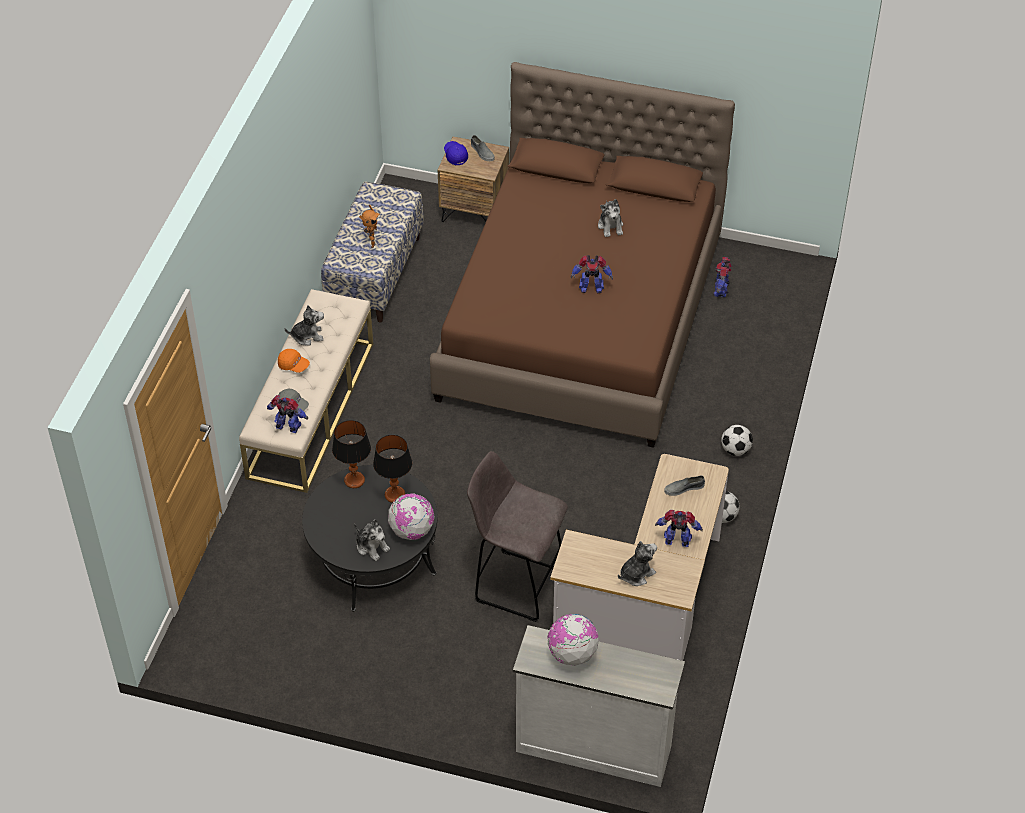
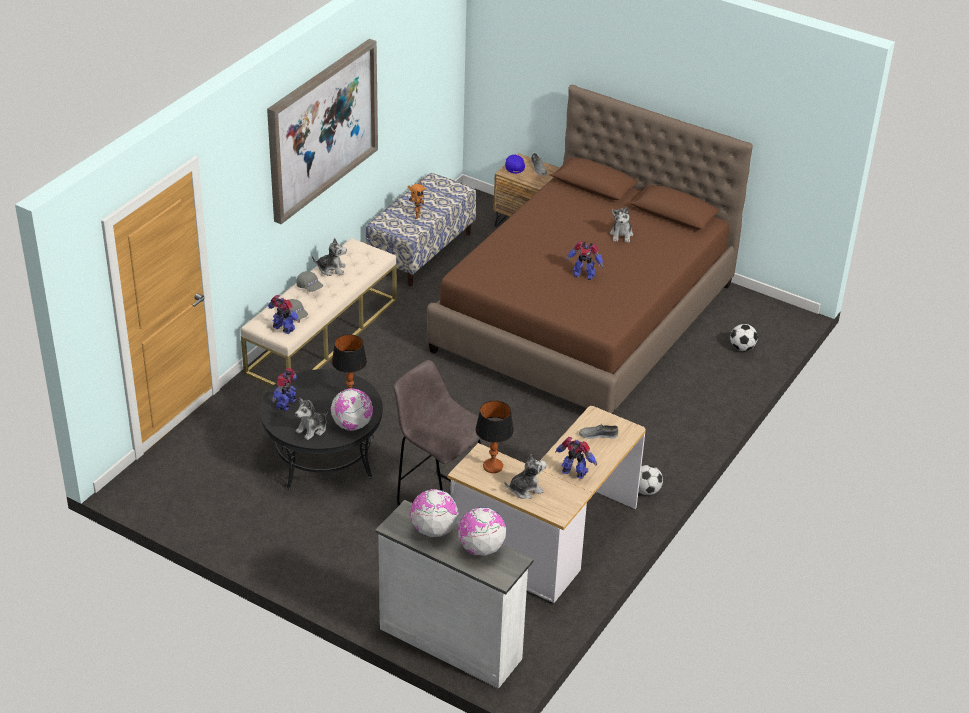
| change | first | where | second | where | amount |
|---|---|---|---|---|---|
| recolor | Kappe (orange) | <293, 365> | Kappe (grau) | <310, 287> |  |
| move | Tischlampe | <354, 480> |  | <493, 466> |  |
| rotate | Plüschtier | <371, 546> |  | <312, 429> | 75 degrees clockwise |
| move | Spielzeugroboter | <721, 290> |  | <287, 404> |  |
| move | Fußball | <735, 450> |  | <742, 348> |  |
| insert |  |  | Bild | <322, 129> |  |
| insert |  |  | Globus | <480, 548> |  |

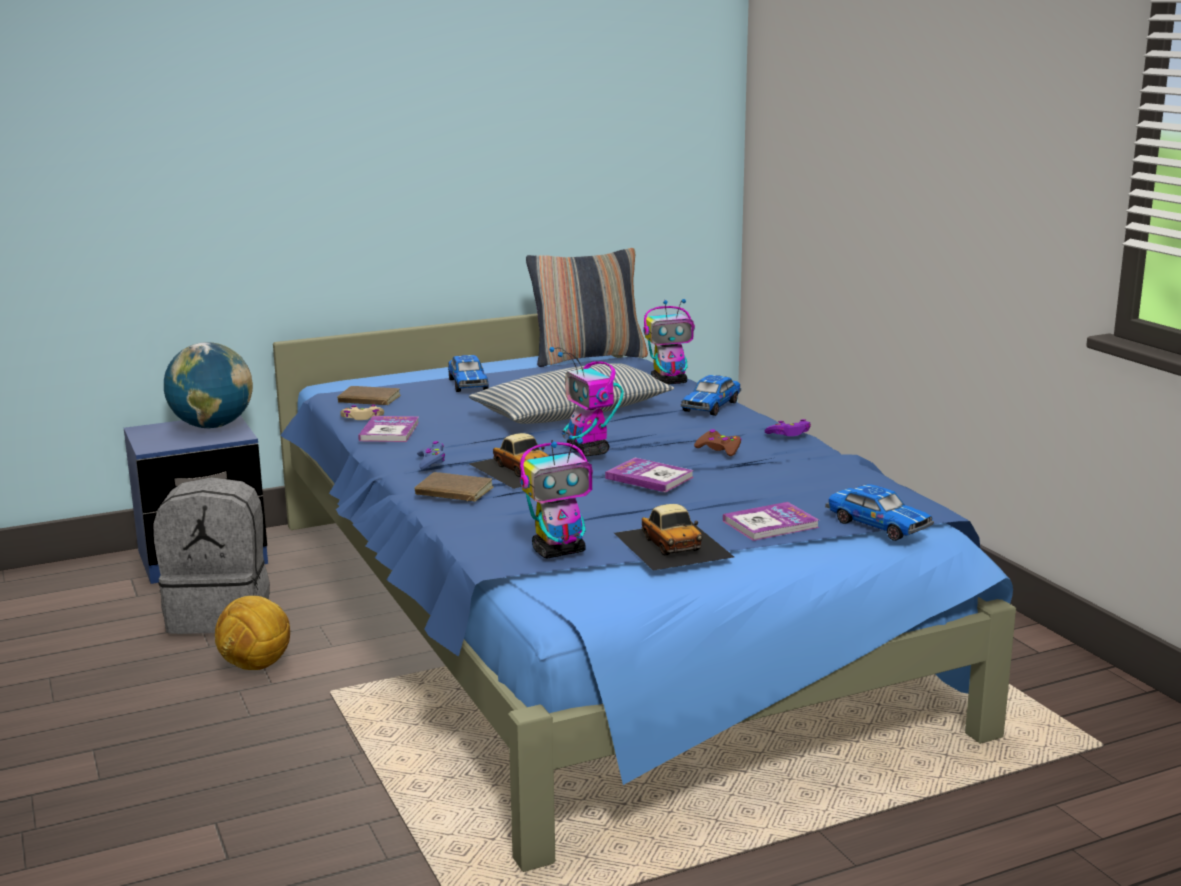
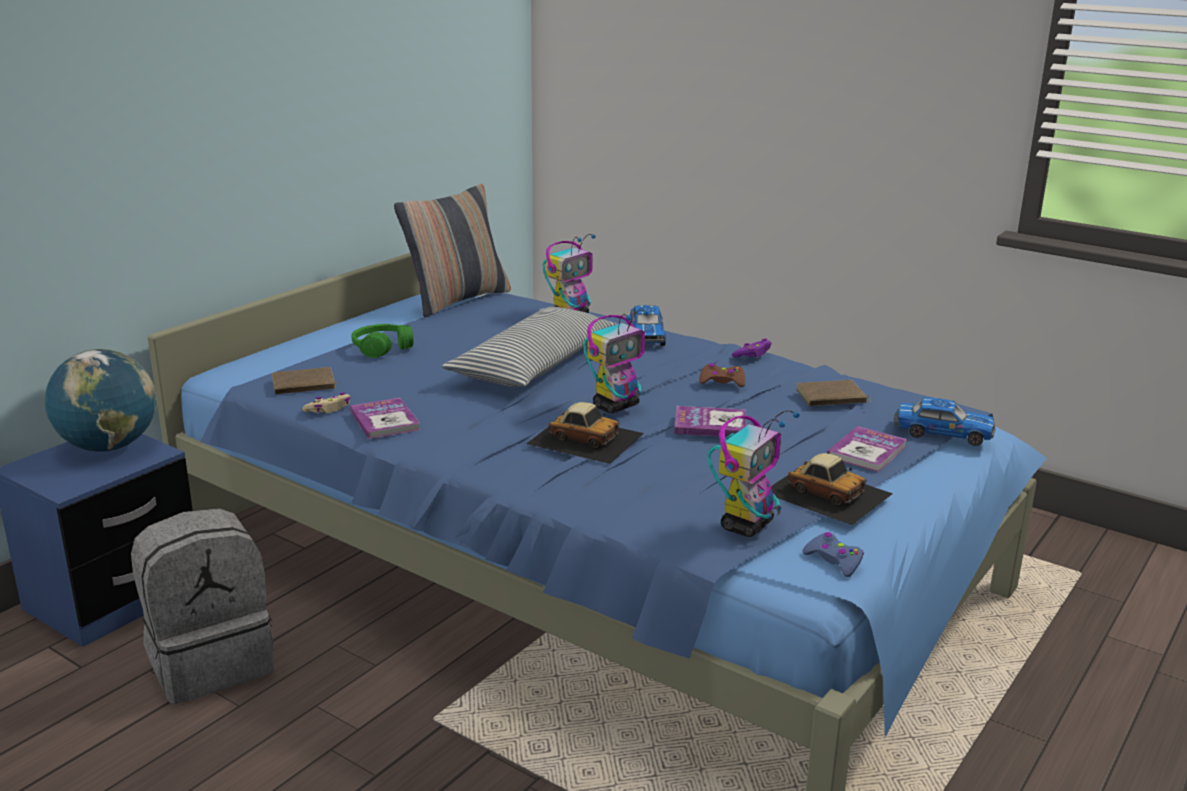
| change | first | where | second | where | amount |
|---|---|---|---|---|---|
| delete | Fußball | <256, 666> |  |  |  |
| move | Buch (braun) | <453, 492> |  | <831, 398> |  |
| move | Gamepad (blau) | <431, 462> |  | <834, 561> |  |
| replace | Spielzeugauto | <468, 384> | Kopfhörer (grün) | <382, 348> |  |
| rotate | Spielzeugroboter | <588, 451> |  | <616, 406> | 75 degrees counterclockwise |

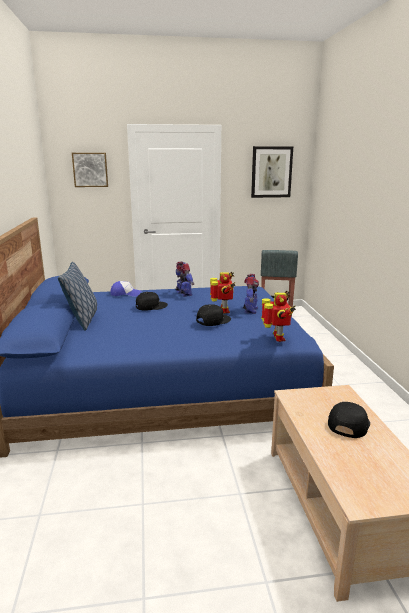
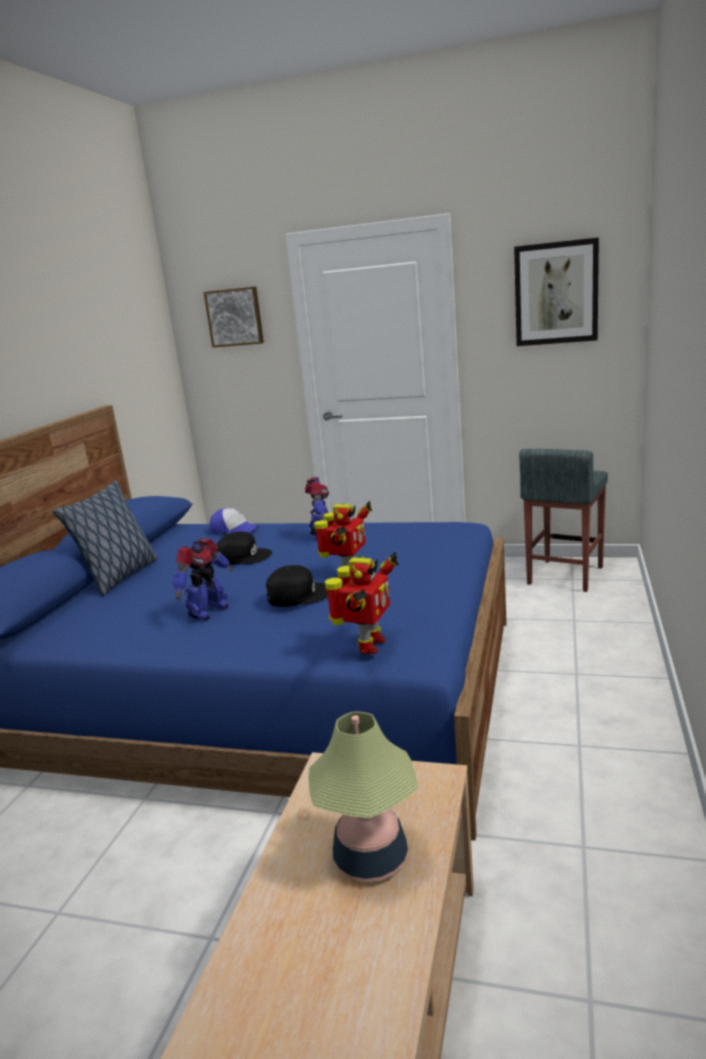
| change | first | where | second | where | amount |
|---|---|---|---|---|---|
| move | Spielzeugroboter | <250, 310> |  | <207, 611> |  |
| replace | Kappe (schwarz) | <348, 423> | Tischlampe | <371, 858> |  |

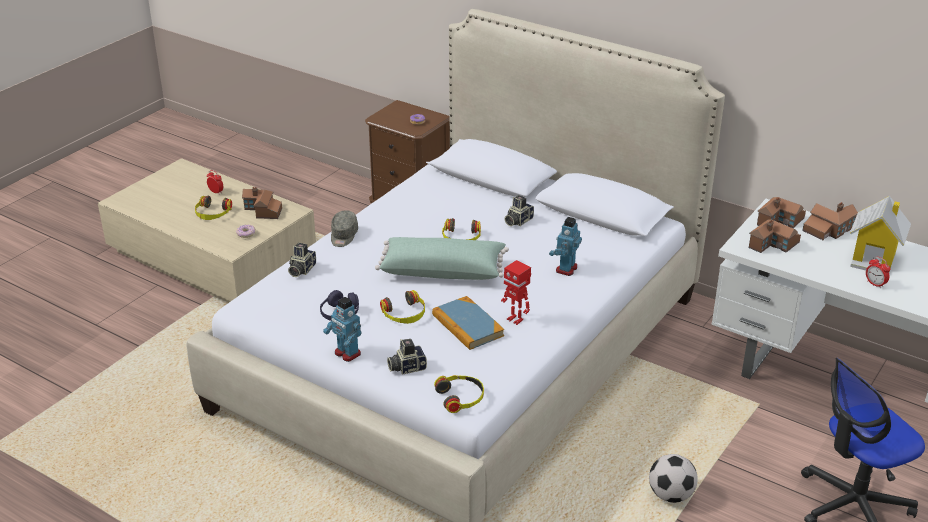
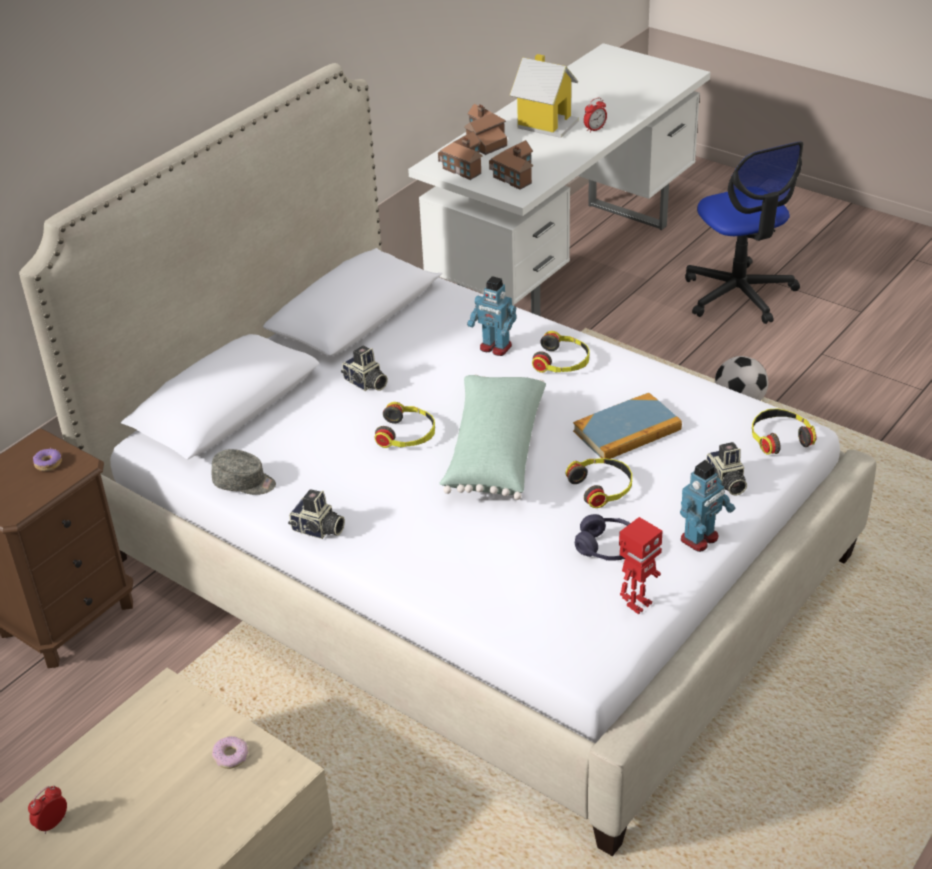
| change | first | where | second | where | amount |
|---|---|---|---|---|---|
| move | Kopfhörer | <212, 213> |  | <562, 361> |  |
| delete | Spielzeughaus | <262, 211> |  |  |  |
| move | Kamera | <301, 270> |  | <318, 530> |  |
| move | Kappe (grau) | <343, 236> |  | <244, 483> |  |
| move | Spielzeugroboter | <515, 319> |  | <637, 604> |  |

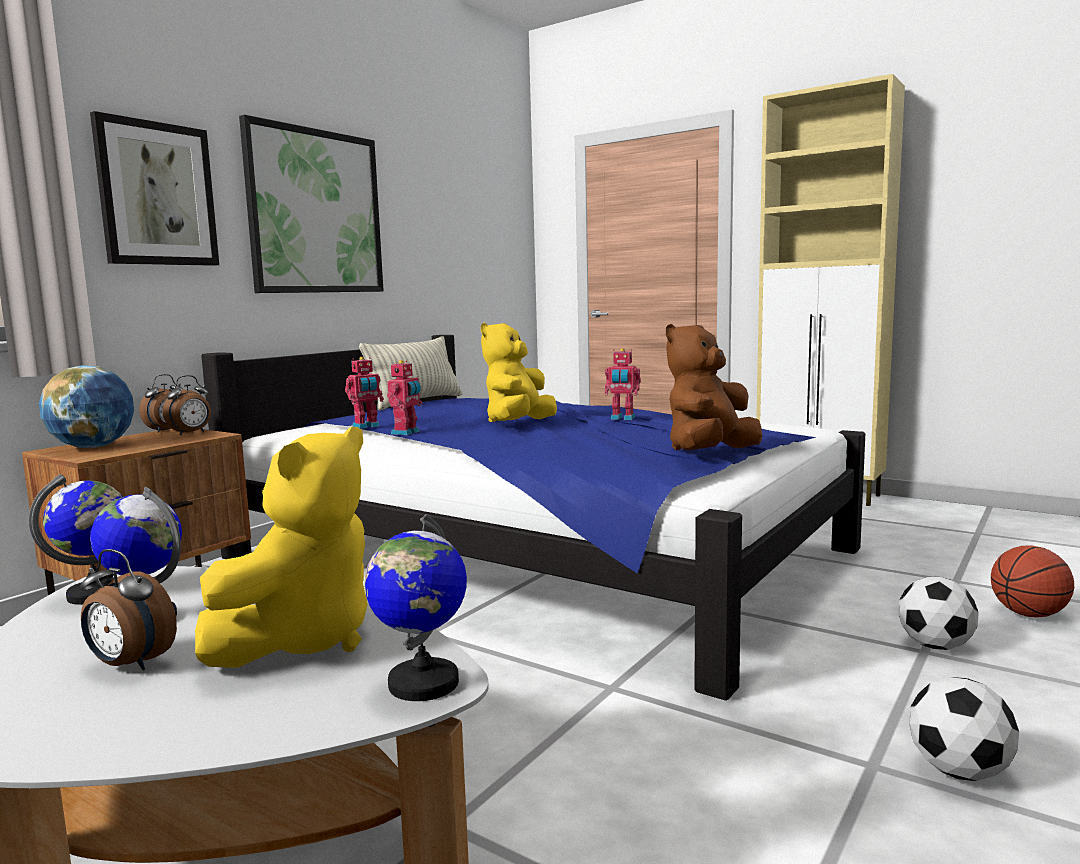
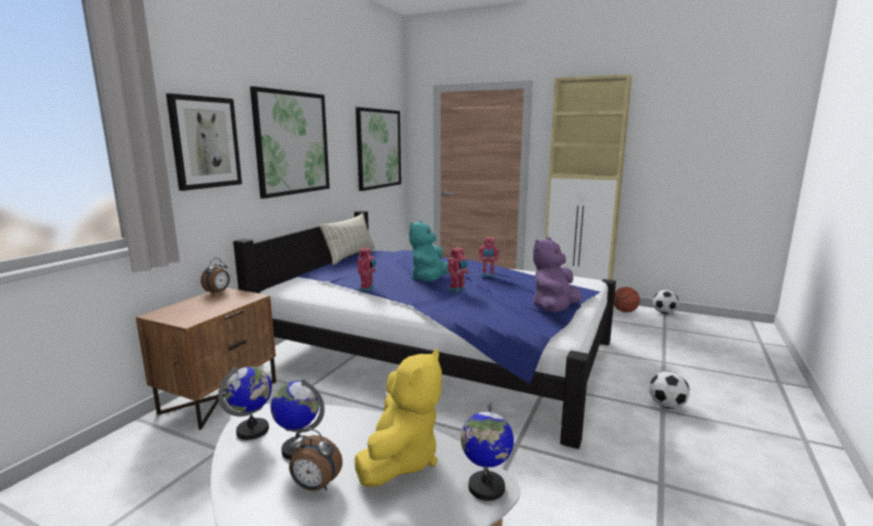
| change | first | where | second | where | amount |
|---|---|---|---|---|---|
| delete | Globus | <93, 447> |  |  |  |
| delete | Wecker | <191, 433> |  |  |  |
| move | Spielzeugroboter | <366, 426> |  | <458, 289> |  |
| recolor | Plüschtier (gelb) | <518, 424> | Plüschtier (türkis) | <430, 280> |  |
| recolor | Plüschtier (braun) | <709, 454> | Plüschtier (lila) | <554, 309> |  |
| move | Fußball | <959, 771> |  | <664, 312> |  |
| move | Basketball | <1028, 614> |  | <624, 311> |  |
| insert |  |  | Bild | <378, 149> |  |

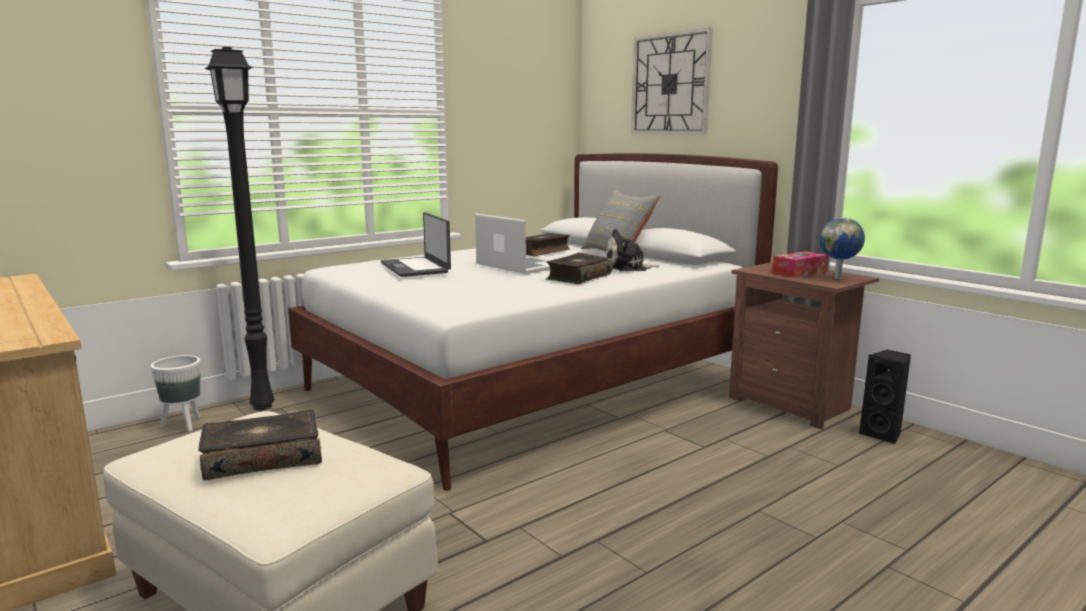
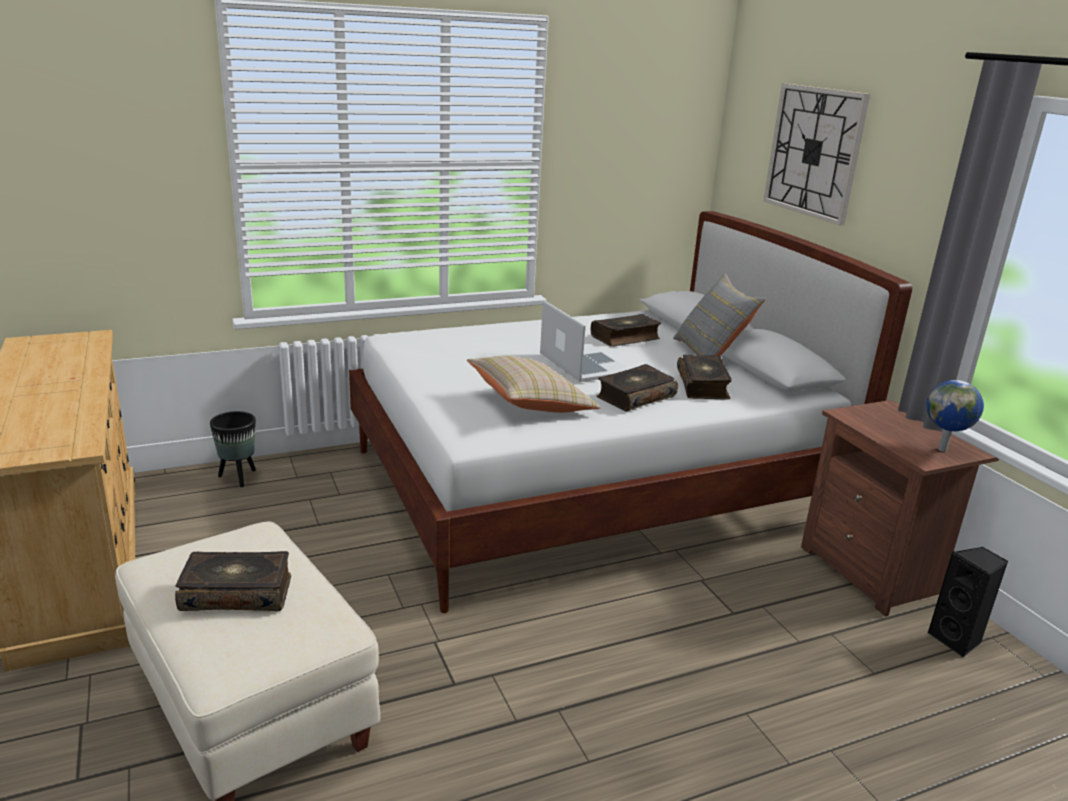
| change | first | where | second | where | amount |
|---|---|---|---|---|---|
| recolor | Pflanzkübel (weiß) | <183, 425> | Pflanzkübel (schwarz) | <238, 477> |  |
| delete | Stehlampe (schwarz) | <263, 406> |  |  |  |
| delete | Laptop | <416, 267> |  |  |  |
| replace | Plüschtier | <627, 268> | Buch | <703, 385> |  |
| delete | Taschentuchbox | <799, 272> |  |  |  |
| insert |  |  | Kissen (beige) | <530, 404> |  |

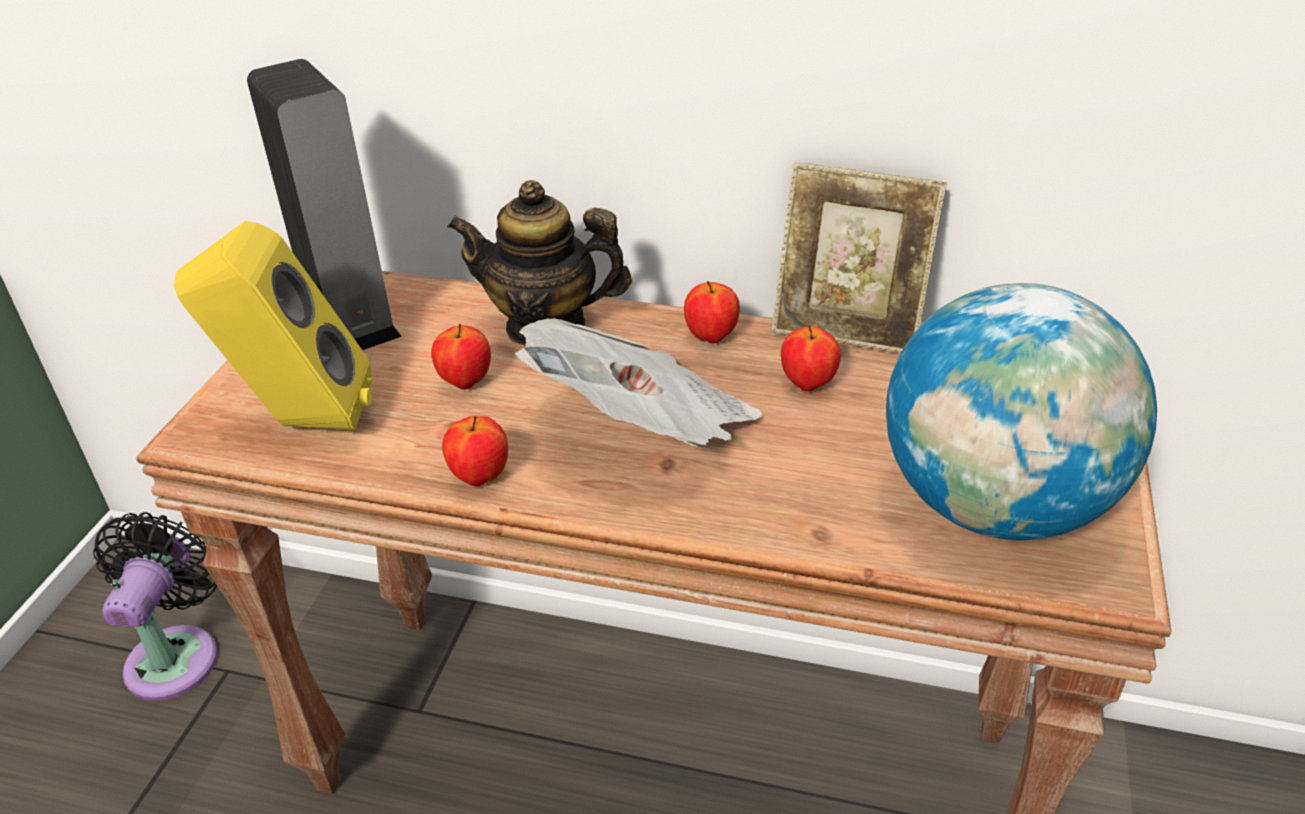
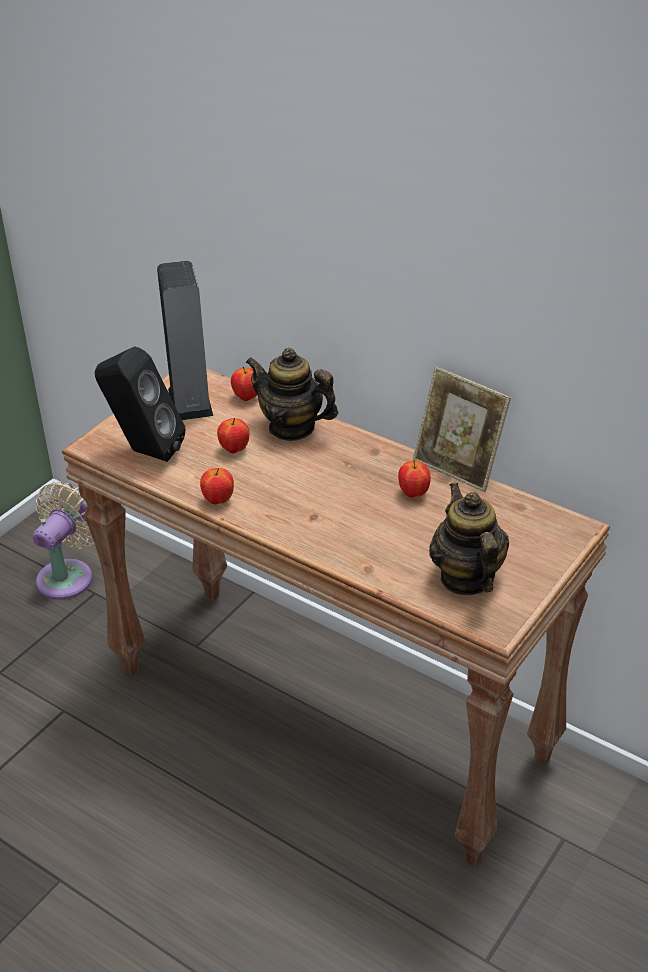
| change | first | where | second | where | amount |
|---|---|---|---|---|---|
| recolor | Ventilator (schwarz) | <176, 654> | Ventilator (beige) | <69, 576> |  |
| recolor | Lautsprecher (gelb) | <300, 423> | Lautsprecher (schwarz) | <144, 451> |  |
| delete | Zeitung | <645, 430> |  |  |  |
| move | Apfel | <711, 337> |  | <247, 397> |  |
| replace | Globus | <994, 504> | Teekanne | <466, 578> |  |

